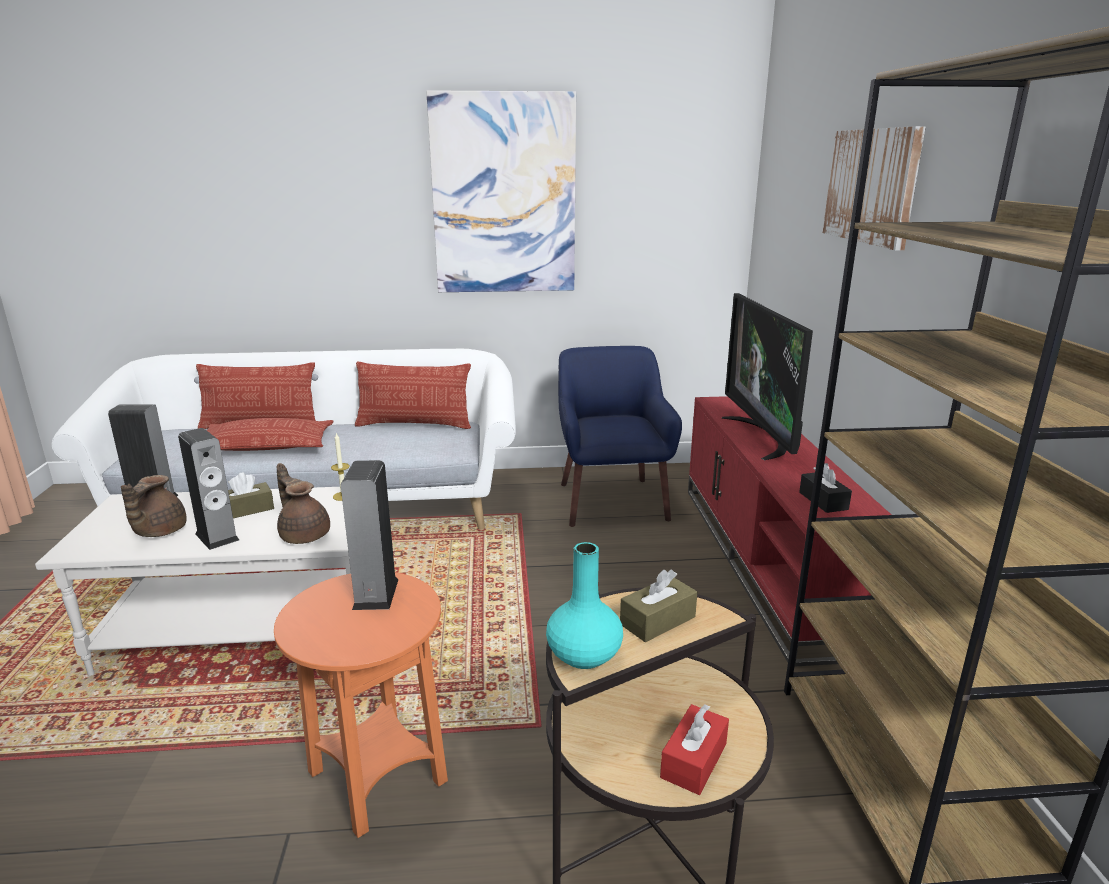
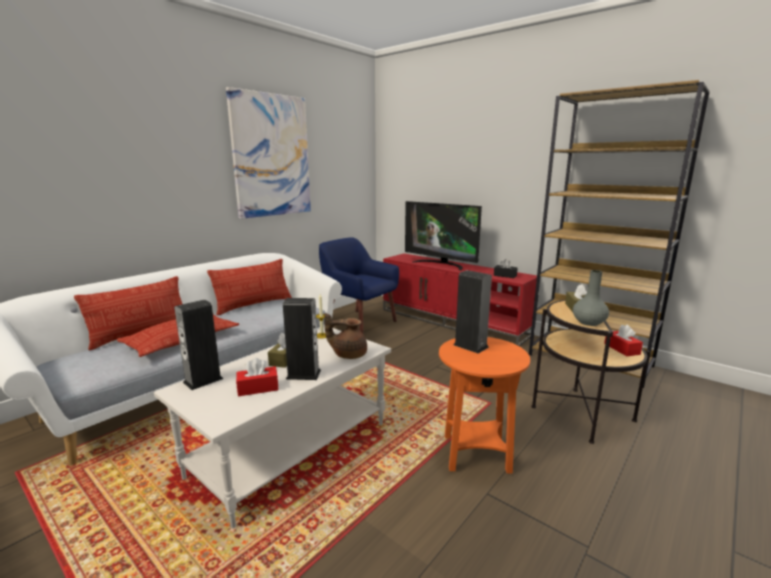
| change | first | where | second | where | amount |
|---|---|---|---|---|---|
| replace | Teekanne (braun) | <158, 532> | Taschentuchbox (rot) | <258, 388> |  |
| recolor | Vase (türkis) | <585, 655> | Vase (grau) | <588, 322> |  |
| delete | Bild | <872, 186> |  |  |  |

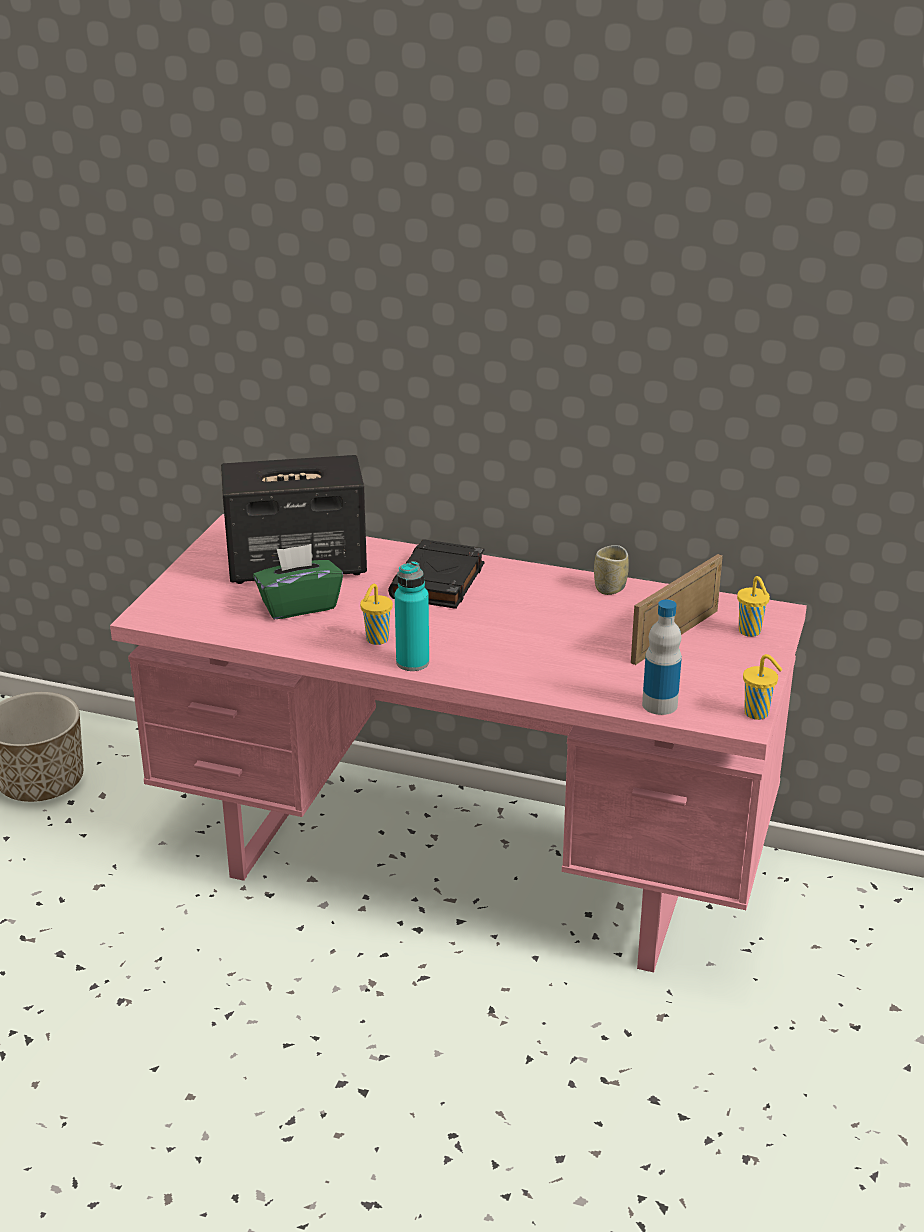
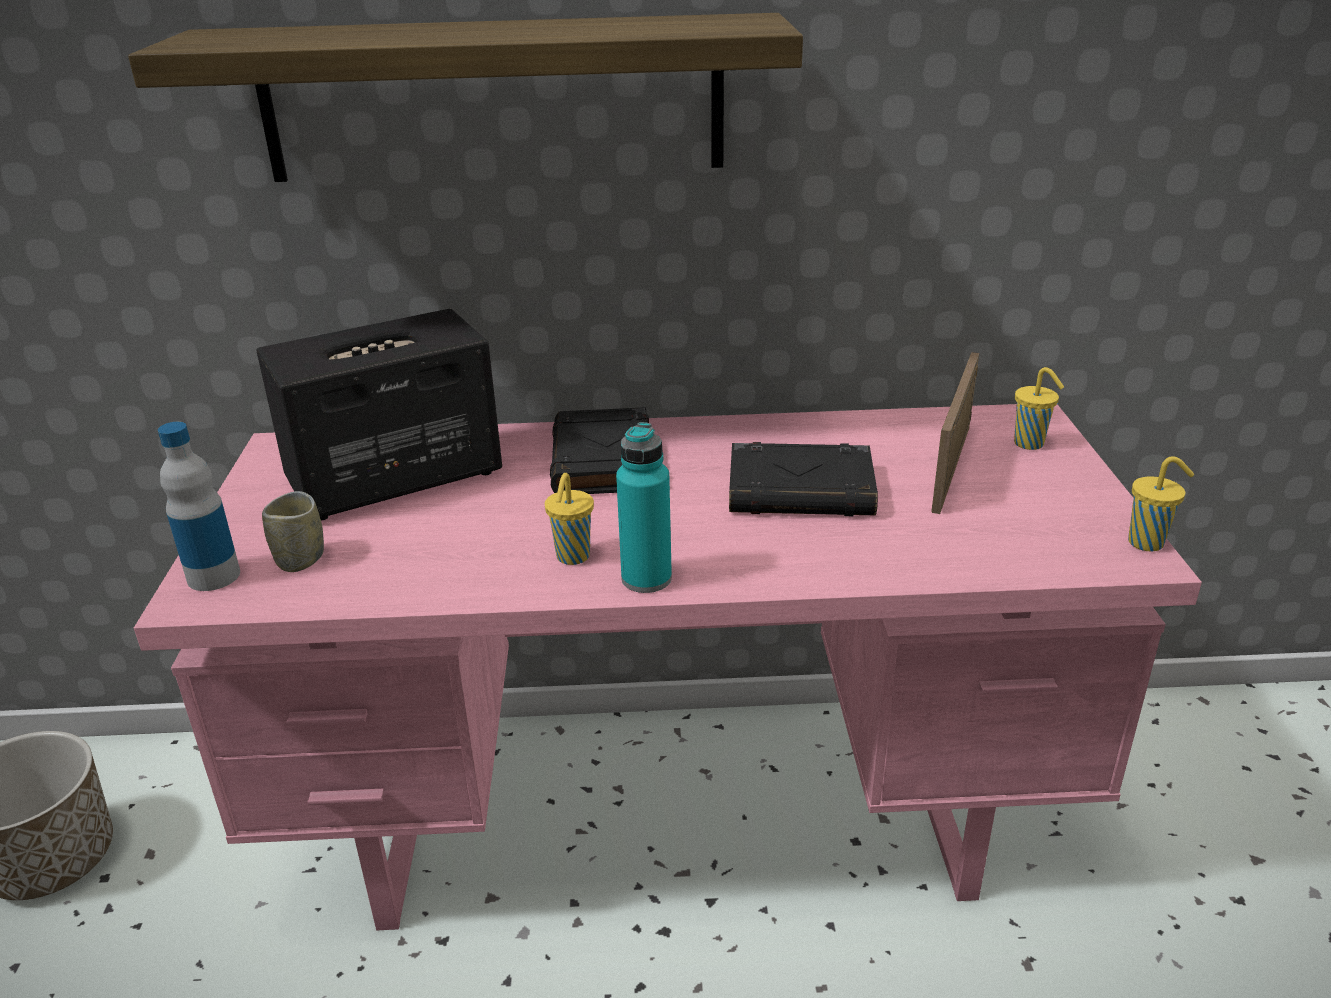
| change | first | where | second | where | amount |
|---|---|---|---|---|---|
| delete | Taschentuchbox (grün) | <299, 605> |  |  |  |
| move | Tasse | <610, 588> |  | <300, 559> |  |
| move | Flasche | <659, 704> |  | <213, 576> |  |
| insert |  |  | Wandregal | <493, 99> |  |
| insert |  |  | Buch (schwarz) | <802, 490> |  |

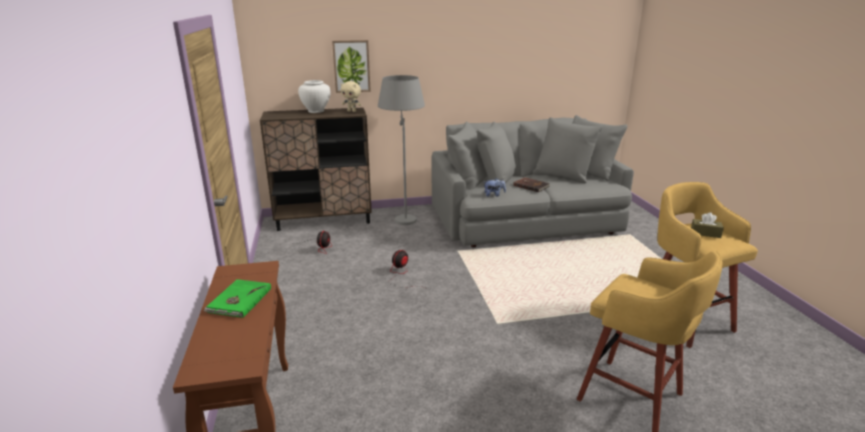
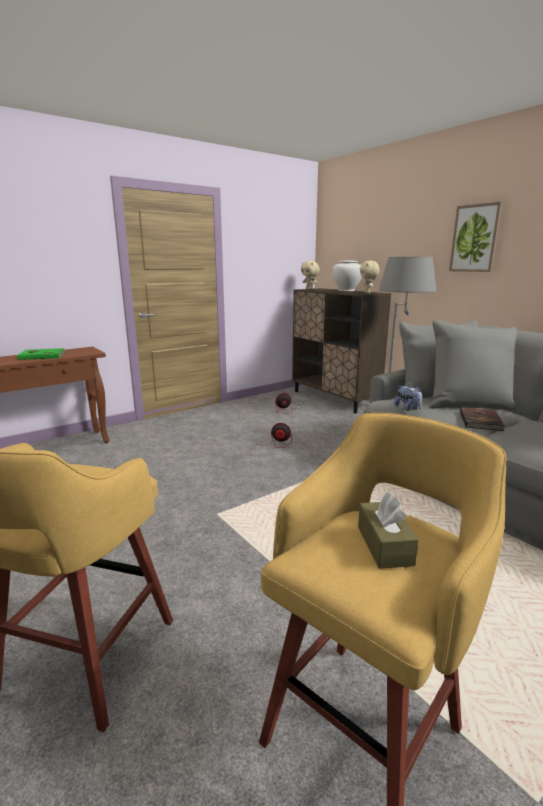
| change | first | where | second | where | amount |
|---|---|---|---|---|---|
| move | Bild | <351, 66> |  | <475, 238> |  |
| insert |  |  | Plüschtier (beige) | <309, 289> |  |

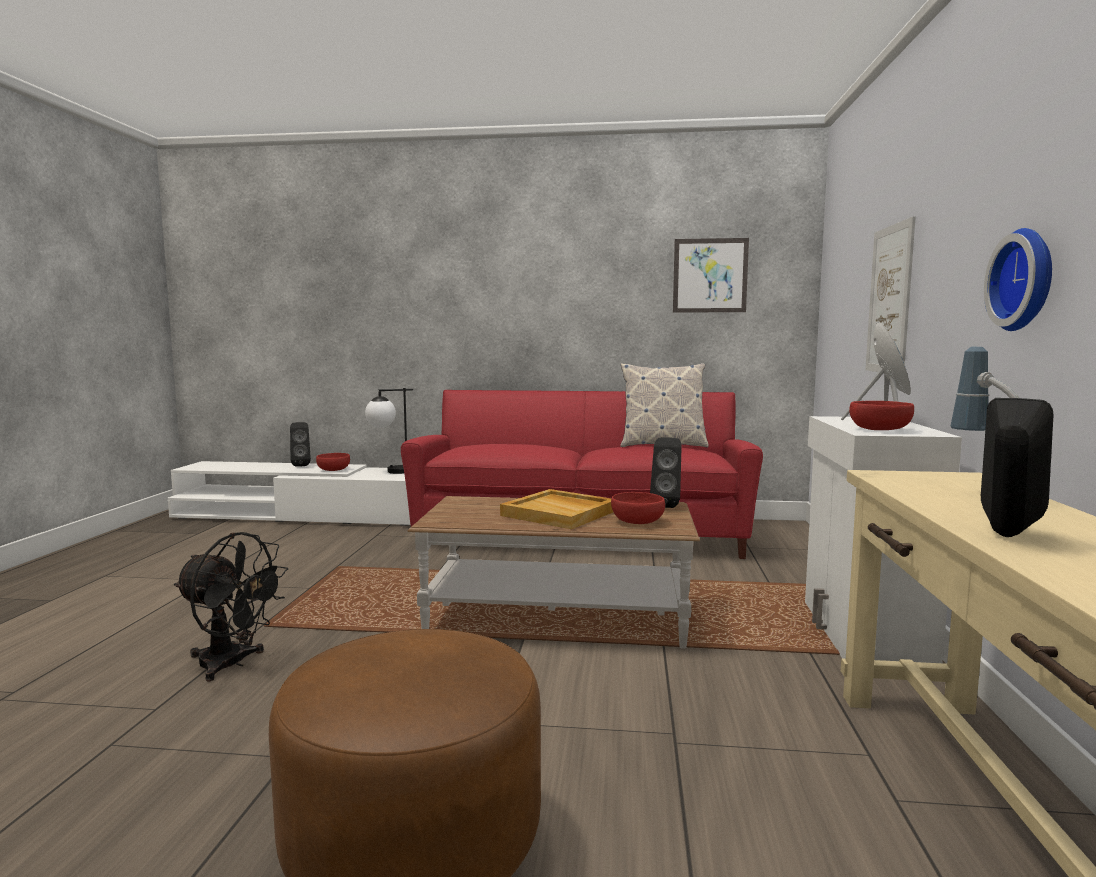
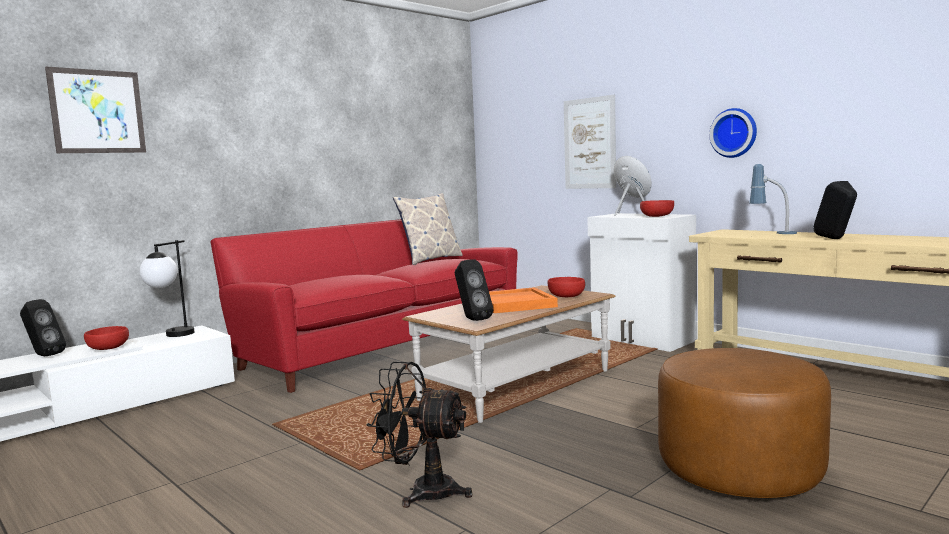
| change | first | where | second | where | amount |
|---|---|---|---|---|---|
| rotate | Ventilator (schwarz) | <232, 664> |  | <422, 491> | 135 degrees counterclockwise |
| recolor | Tablett (beige) | <560, 513> | Tablett (orange) | <516, 303> |  |
| move | Lautsprecher (schwarz) | <666, 506> |  | <472, 319> |  |
| move | Bild | <710, 275> |  | <97, 111> |  |

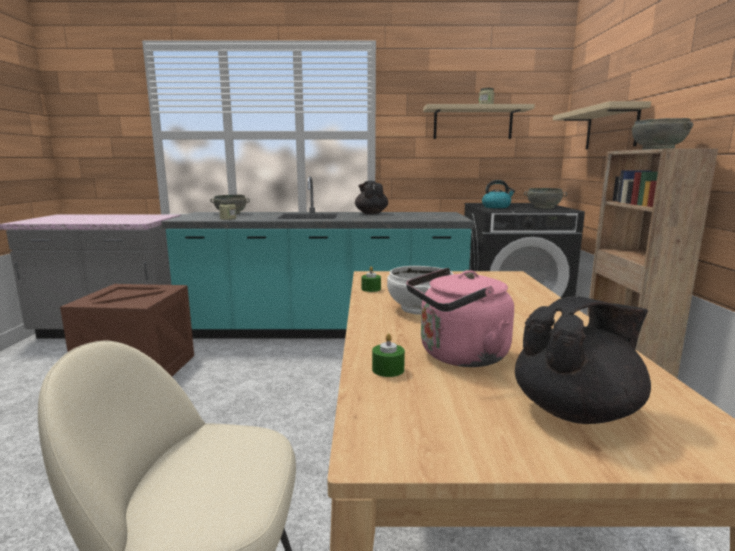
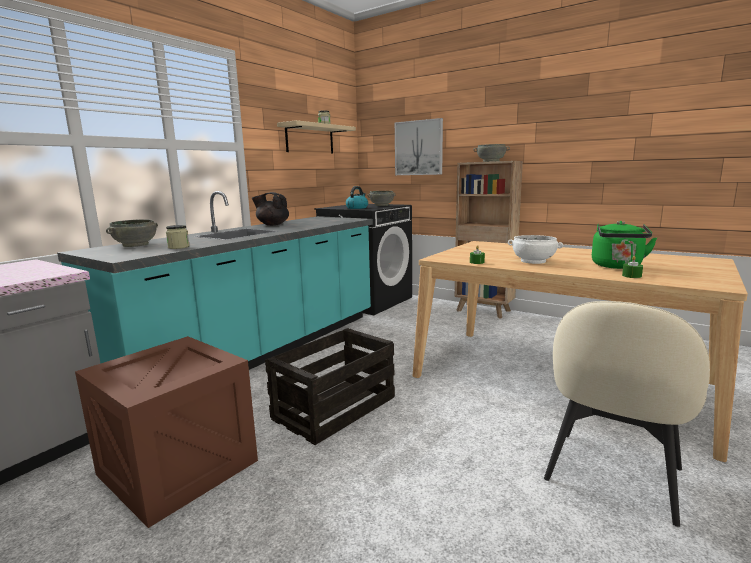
| change | first | where | second | where | amount |
|---|---|---|---|---|---|
| recolor | Wasserkessel (rosa) | <459, 356> | Wasserkessel (grün) | <617, 266> |  |
| delete | Teekanne (schwarz) | <576, 411> |  |  |  |
| replace | Wandregal (beige) | <611, 128> | Bild | <418, 148> |  |
| insert |  |  | Kiste | <335, 407> |  |

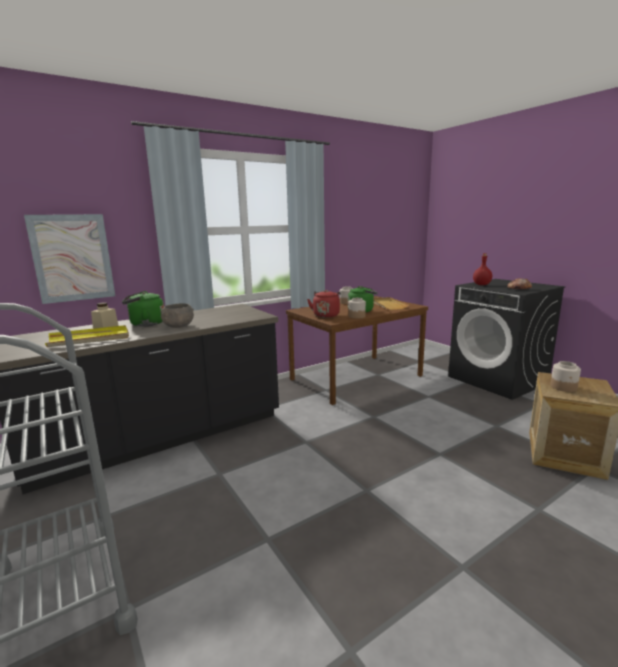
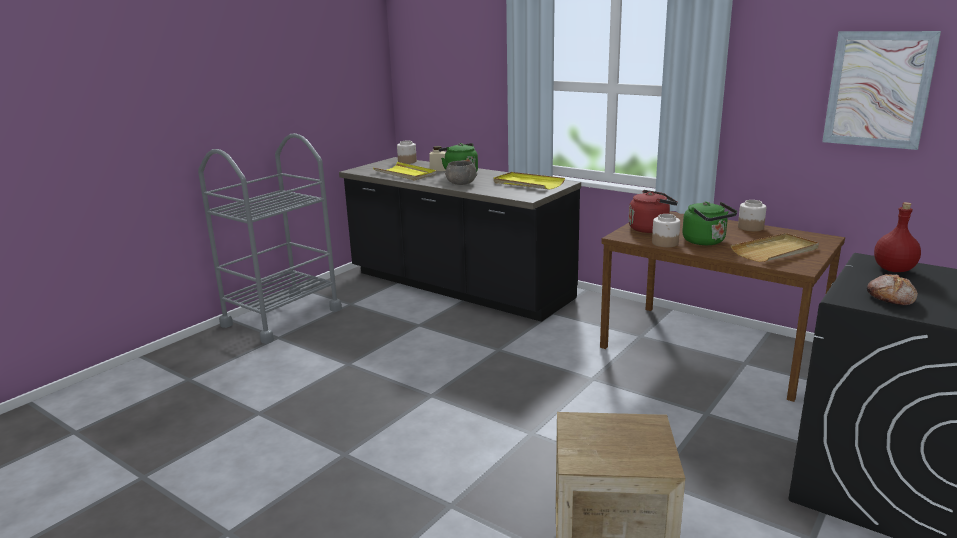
| change | first | where | second | where | amount |
|---|---|---|---|---|---|
| move | Bild | <72, 258> |  | <878, 89> |  |
| move | Vorratsglas | <563, 387> |  | <407, 162> |  |
| insert |  |  | Tablett (gelb) | <528, 183> |  |

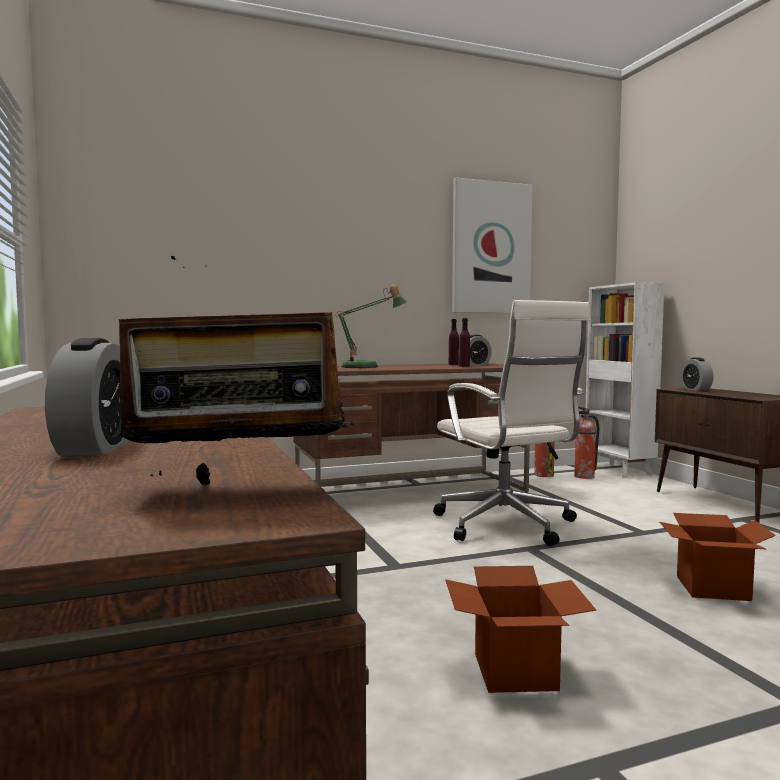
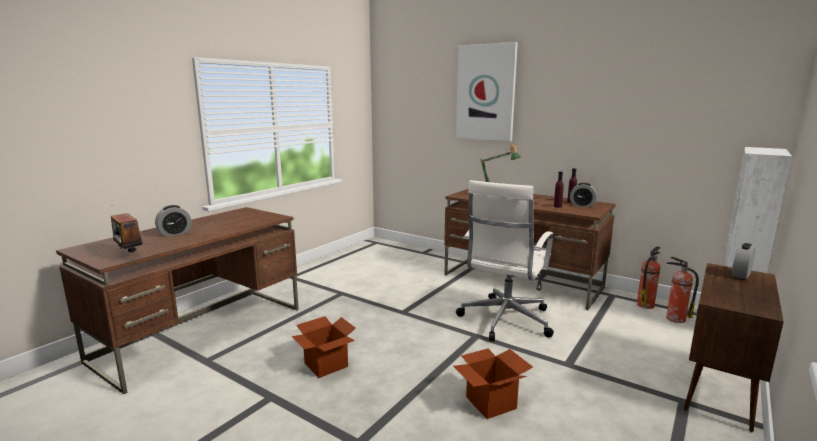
| change | first | where | second | where | amount |
|---|---|---|---|---|---|
| move | Bild | <491, 248> |  | <486, 93> |  |

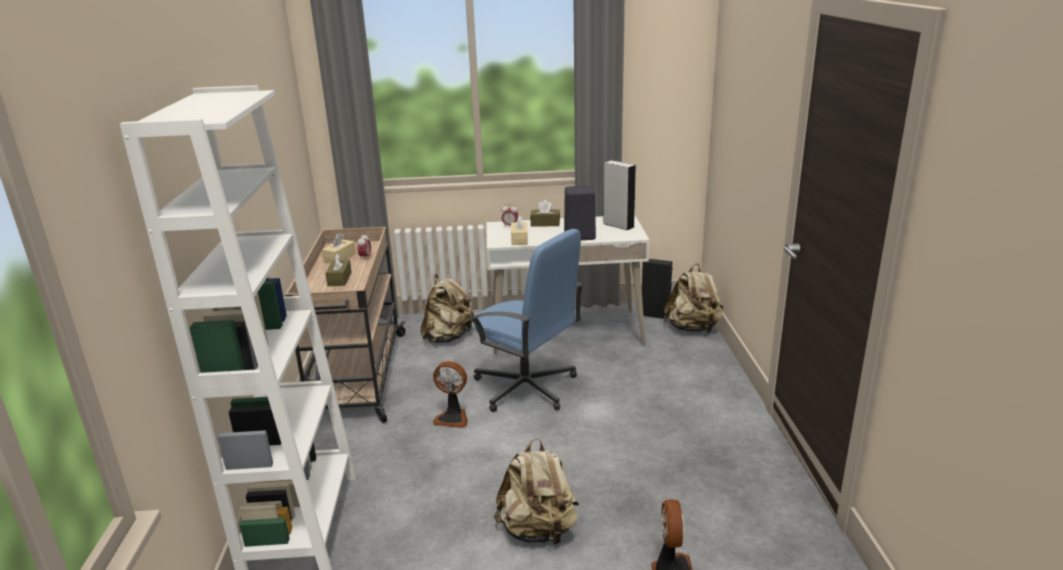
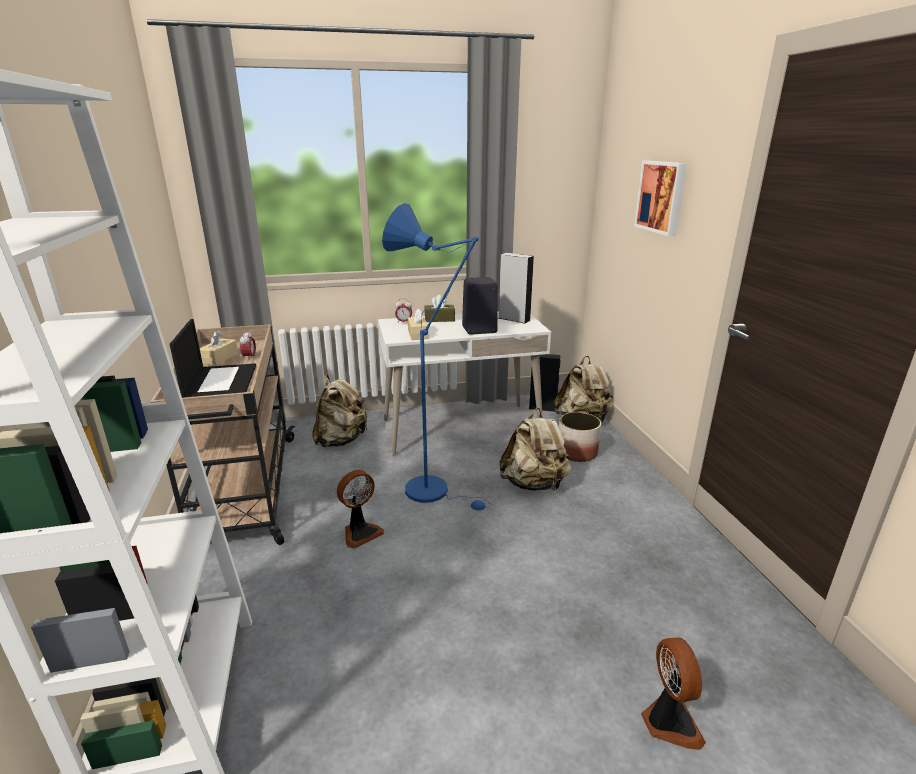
| change | first | where | second | where | amount |
|---|---|---|---|---|---|
| replace | Taschentuchbox (braun) | <339, 279> | Laptop | <220, 382> |  |
| rotate | Ventilator | <453, 418> |  | <360, 533> | 45 degrees counterclockwise |
| replace | Bürostuhl (blau) | <526, 388> | Stehlampe (blau) | <435, 491> |  |
| move | Rucksack (beige) | <538, 530> |  | <534, 484> |  |
| insert |  |  | Pflanzkübel | <577, 452> |  |
| insert |  |  | Bild | <662, 197> |  |

